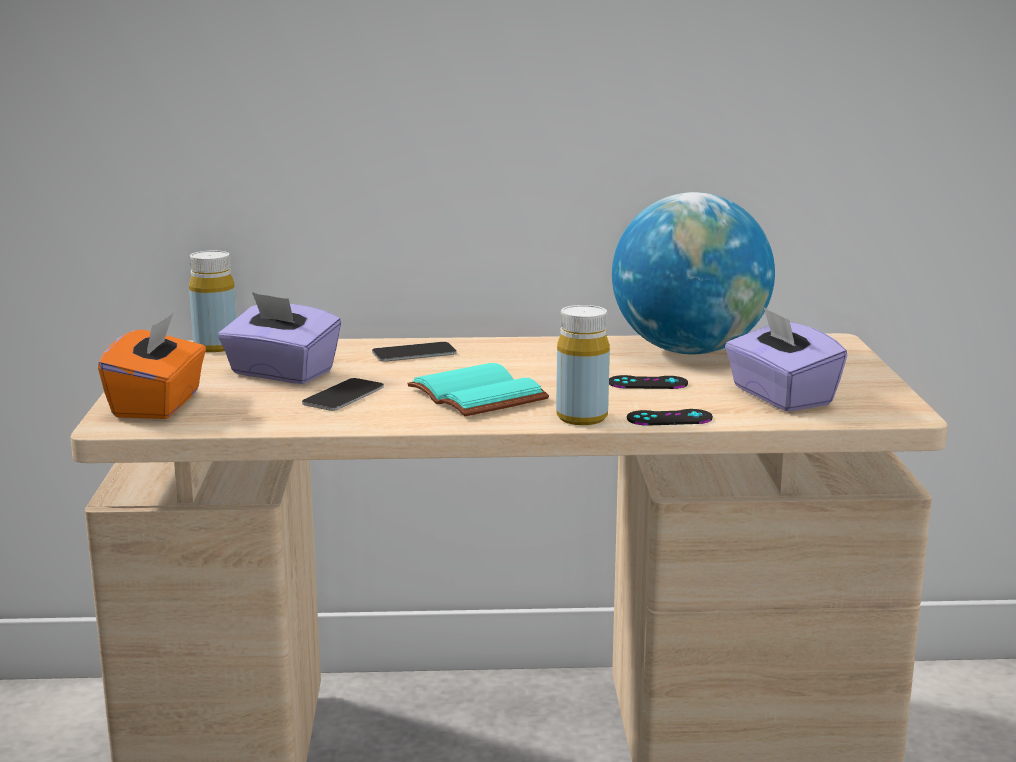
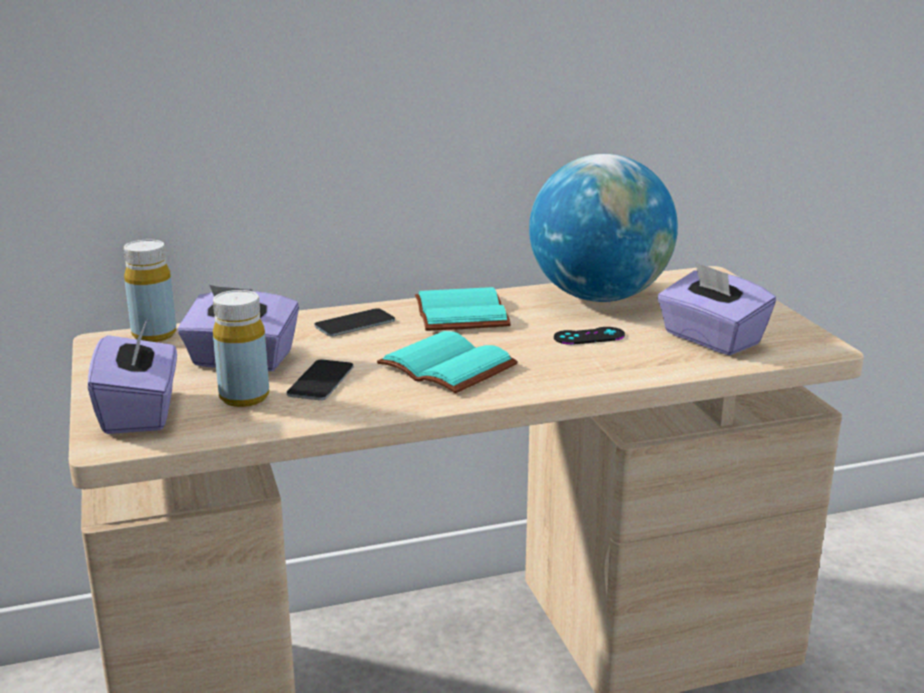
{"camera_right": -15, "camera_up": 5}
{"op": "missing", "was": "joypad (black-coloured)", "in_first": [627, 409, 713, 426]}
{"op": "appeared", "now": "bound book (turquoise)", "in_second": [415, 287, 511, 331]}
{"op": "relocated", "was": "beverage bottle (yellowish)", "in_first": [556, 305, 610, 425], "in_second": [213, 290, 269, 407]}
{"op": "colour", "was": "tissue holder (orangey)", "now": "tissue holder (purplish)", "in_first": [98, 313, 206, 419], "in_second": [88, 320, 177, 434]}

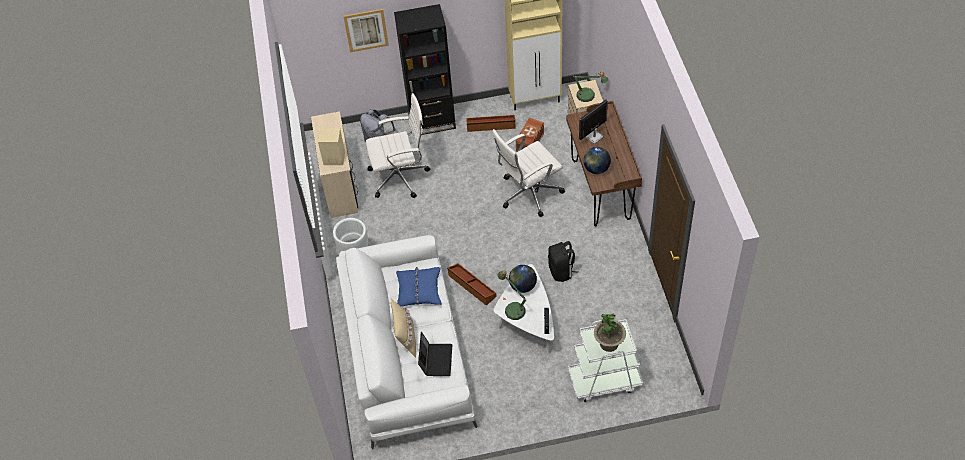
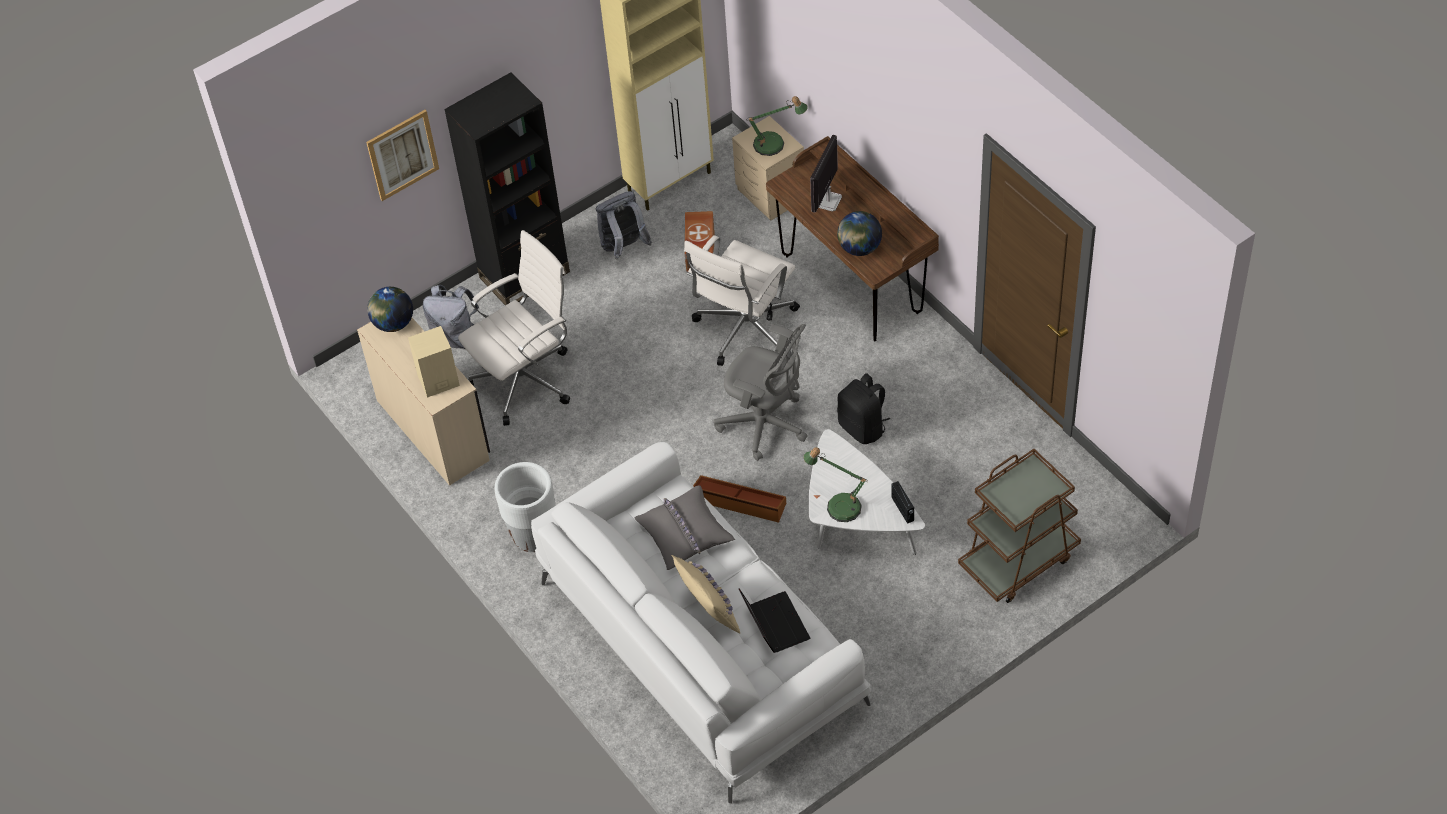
{"camera_right": -25, "camera_up": 0}
{"op": "missing", "was": "houseplant", "in_first": [594, 313, 626, 352]}
{"op": "appeared", "now": "computer chair (greyish)", "in_second": [714, 324, 807, 461]}
{"op": "relocated", "was": "world globe", "in_first": [509, 265, 537, 293], "in_second": [367, 287, 413, 332]}
{"op": "exchanged", "was": "storage box (brownish)", "now": "rucksack (greyish)", "in_first": [467, 115, 516, 132], "in_second": [596, 191, 652, 259]}
{"op": "colour", "was": "throw pillow (bluish)", "now": "throw pillow (greyish)", "in_first": [396, 267, 441, 306], "in_second": [635, 486, 735, 570]}
{"op": "colour", "was": "cart (whitish)", "now": "cart (brownish)", "in_first": [568, 319, 644, 402], "in_second": [958, 449, 1081, 603]}

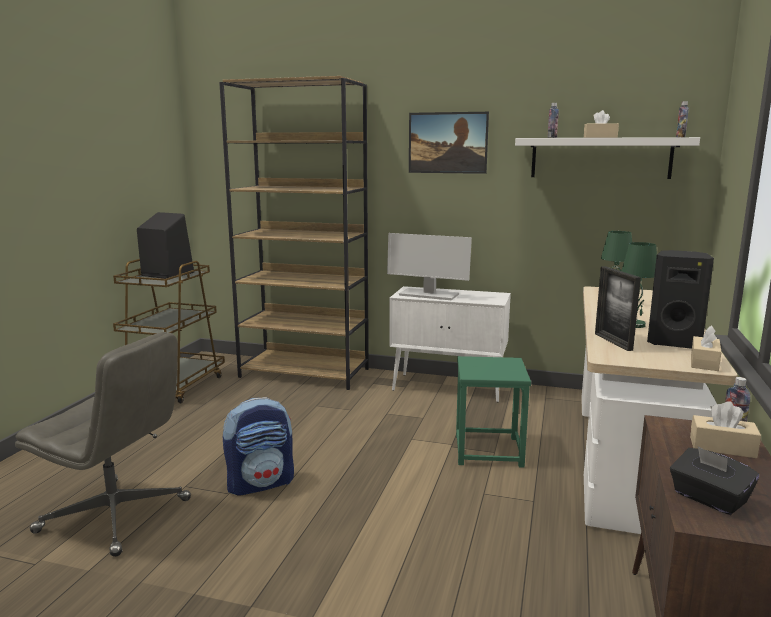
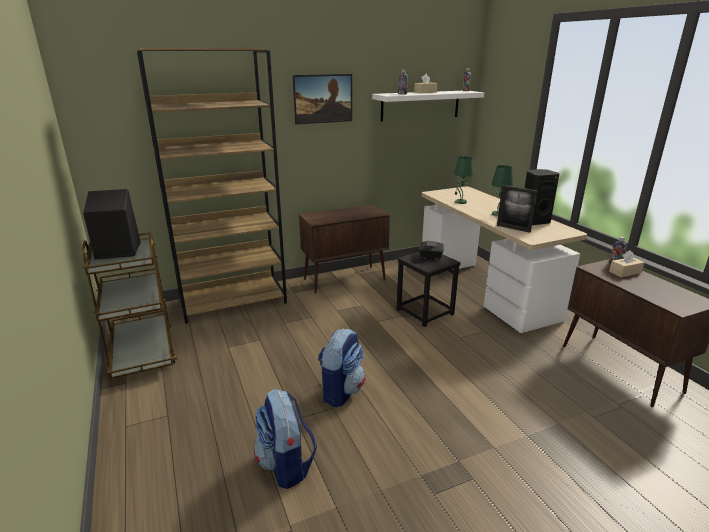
{"camera_right": -40, "camera_up": 10}
{"op": "missing", "was": "monitor", "in_first": [387, 233, 472, 300]}
{"op": "missing", "was": "tissue holder (beige-coloured)", "in_first": [691, 325, 721, 371]}
{"op": "relocated", "was": "tissue holder (black-coloured)", "in_first": [670, 447, 759, 515], "in_second": [419, 241, 444, 260]}
{"op": "exchanged", "was": "computer chair (greyish)", "now": "rucksack", "in_first": [15, 332, 191, 557], "in_second": [254, 389, 317, 489]}
{"op": "colour", "was": "storage cabinet (whitish)", "now": "storage cabinet (brownish)", "in_first": [389, 286, 511, 402], "in_second": [299, 205, 390, 294]}
{"op": "colour", "was": "stool (green-coloured)", "now": "stool (black-coloured)", "in_first": [456, 356, 531, 468], "in_second": [397, 252, 461, 327]}

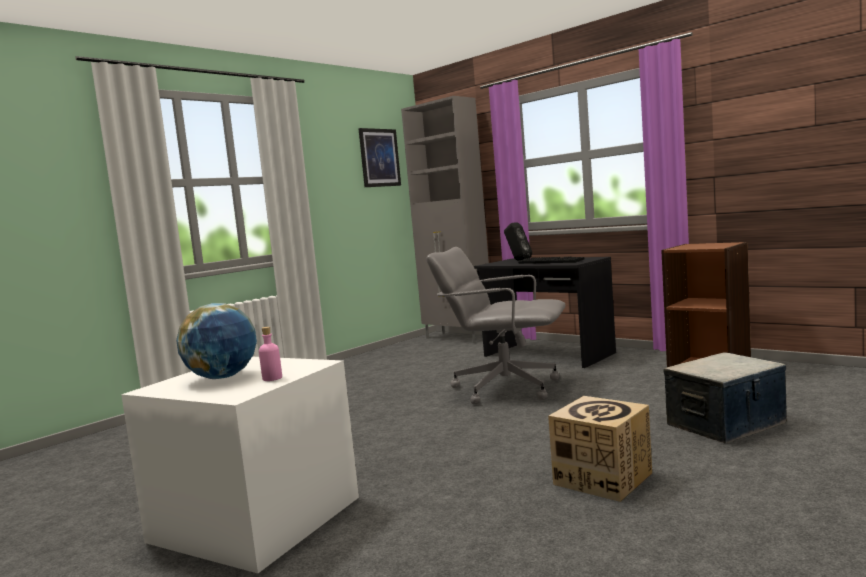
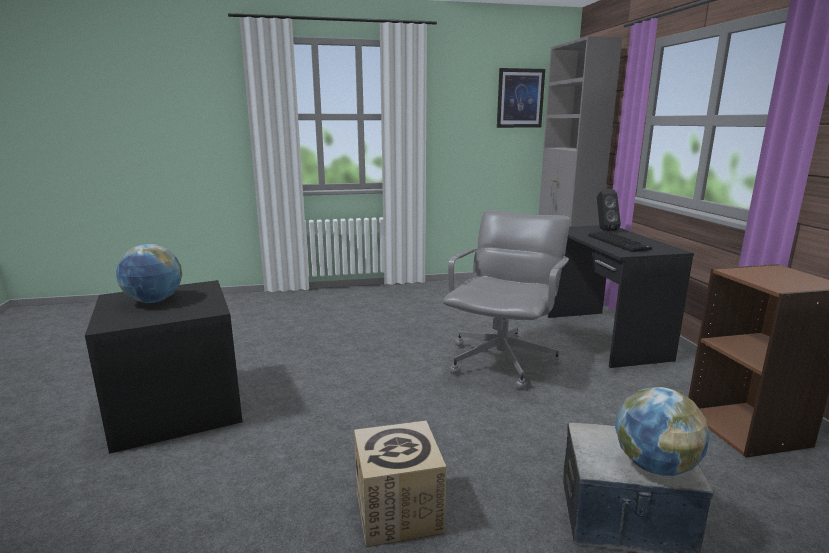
{"camera_right": 35, "camera_up": 10}
{"op": "missing", "was": "beverage bottle (pinkish)", "in_first": [259, 327, 282, 381]}
{"op": "appeared", "now": "world globe", "in_second": [615, 387, 710, 476]}
{"op": "colour", "was": "storage box (whitish)", "now": "storage box (black-coloured)", "in_first": [121, 357, 359, 573], "in_second": [85, 280, 243, 454]}
{"op": "spun", "was": "computer chair (greyish)", "in_first": [427, 247, 565, 405], "in_second": [442, 210, 570, 390], "clockwise": 60}

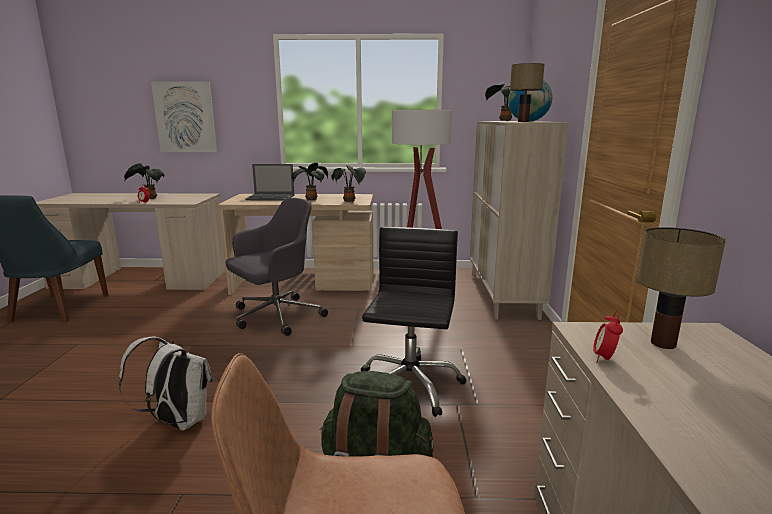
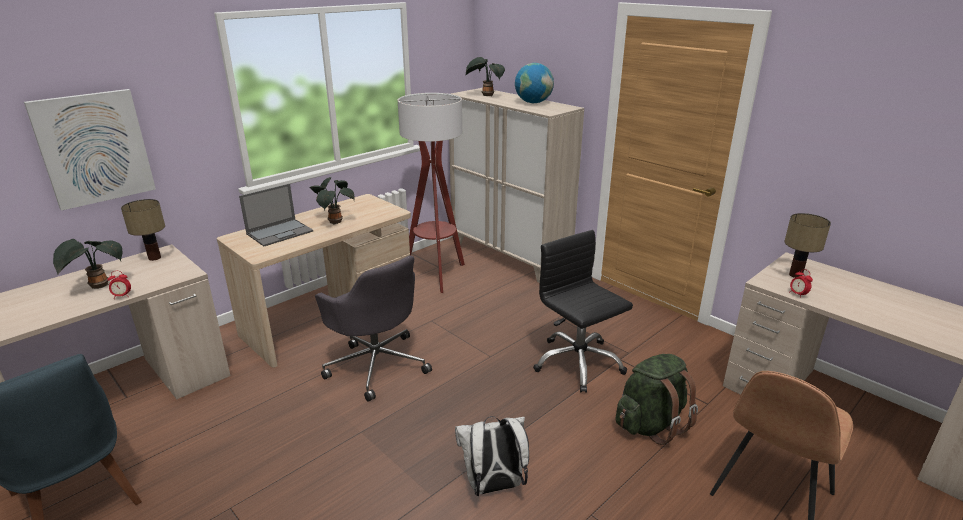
{"camera_right": -45, "camera_up": 10}
{"op": "missing", "was": "houseplant", "in_first": [331, 165, 366, 202]}
{"op": "relocated", "was": "lamp for a table", "in_first": [510, 63, 545, 122], "in_second": [121, 199, 165, 261]}
{"op": "spun", "was": "computer chair (greyish)", "in_first": [226, 198, 328, 336], "in_second": [315, 256, 432, 402], "clockwise": 135}

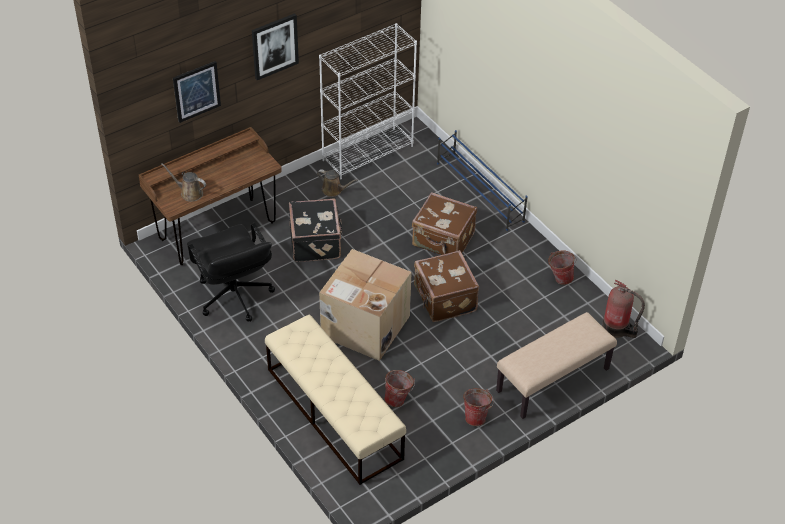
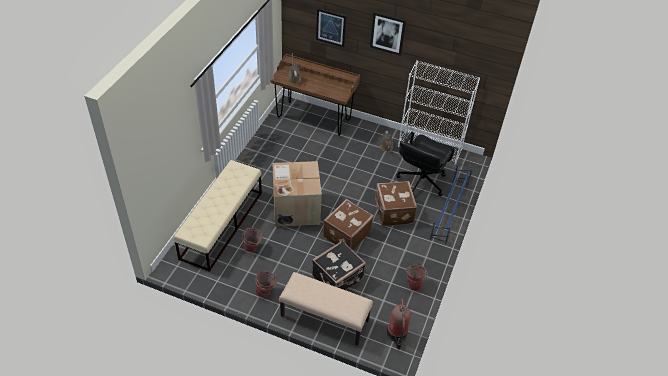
{"camera_right": 55, "camera_up": 0}
{"op": "relocated", "was": "computer chair (black-coloured)", "in_first": [187, 223, 275, 322], "in_second": [396, 132, 455, 196]}
{"op": "relocated", "was": "suitcase (black-coloured)", "in_first": [289, 198, 342, 262], "in_second": [312, 240, 366, 290]}

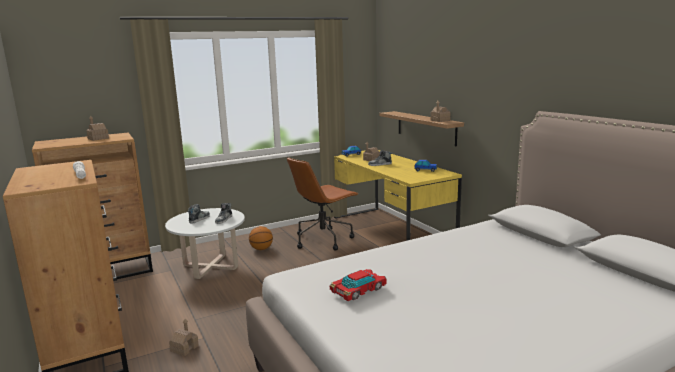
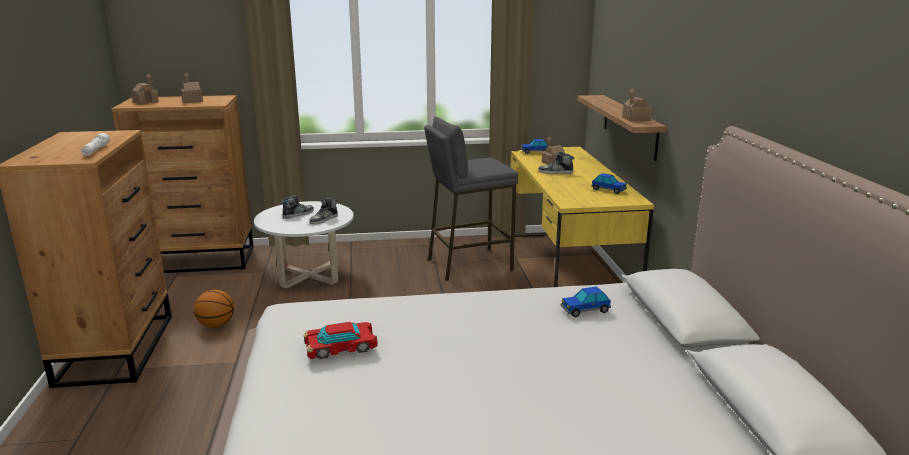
{"camera_right": 20, "camera_up": 5}
{"op": "appeared", "now": "model car", "in_second": [561, 286, 611, 317]}
{"op": "relocated", "was": "toy house", "in_first": [169, 319, 199, 356], "in_second": [132, 73, 159, 105]}
{"op": "relocated", "was": "basketball", "in_first": [249, 226, 273, 250], "in_second": [194, 290, 234, 328]}
{"op": "exchanged", "was": "computer chair (brownish)", "now": "stool (greyish)", "in_first": [287, 157, 358, 251], "in_second": [424, 117, 518, 281]}

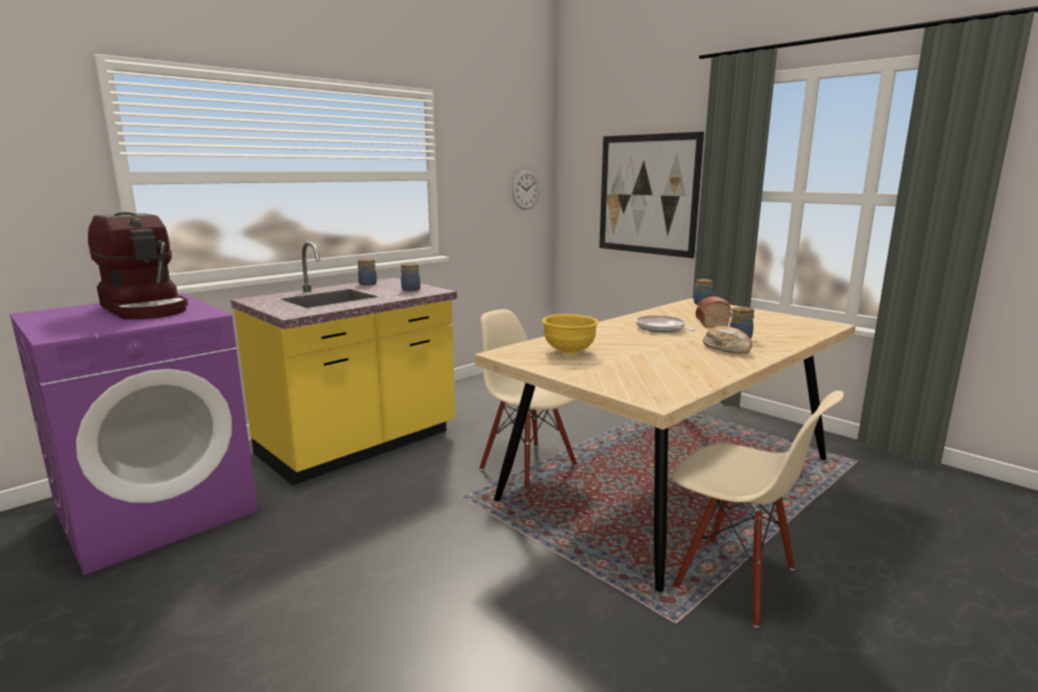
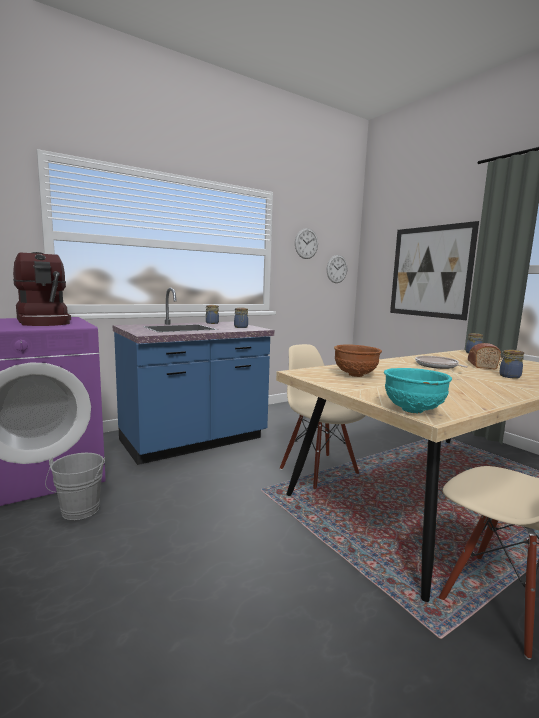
{"camera_right": 10, "camera_up": -5}
{"op": "missing", "was": "bread", "in_first": [703, 326, 752, 354]}
{"op": "appeared", "now": "water bucket (greyish)", "in_second": [45, 453, 105, 520]}
{"op": "appeared", "now": "clock on the wall", "in_second": [295, 228, 318, 259]}
{"op": "appeared", "now": "bowl (turquoise)", "in_second": [384, 368, 452, 413]}
{"op": "colour", "was": "kitchen counter (yellowish)", "now": "kitchen counter (bluish)", "in_first": [231, 242, 457, 485], "in_second": [112, 288, 274, 465]}
{"op": "colour", "was": "bowl (yellowish)", "now": "bowl (brownish)", "in_first": [542, 314, 599, 354], "in_second": [334, 345, 382, 377]}

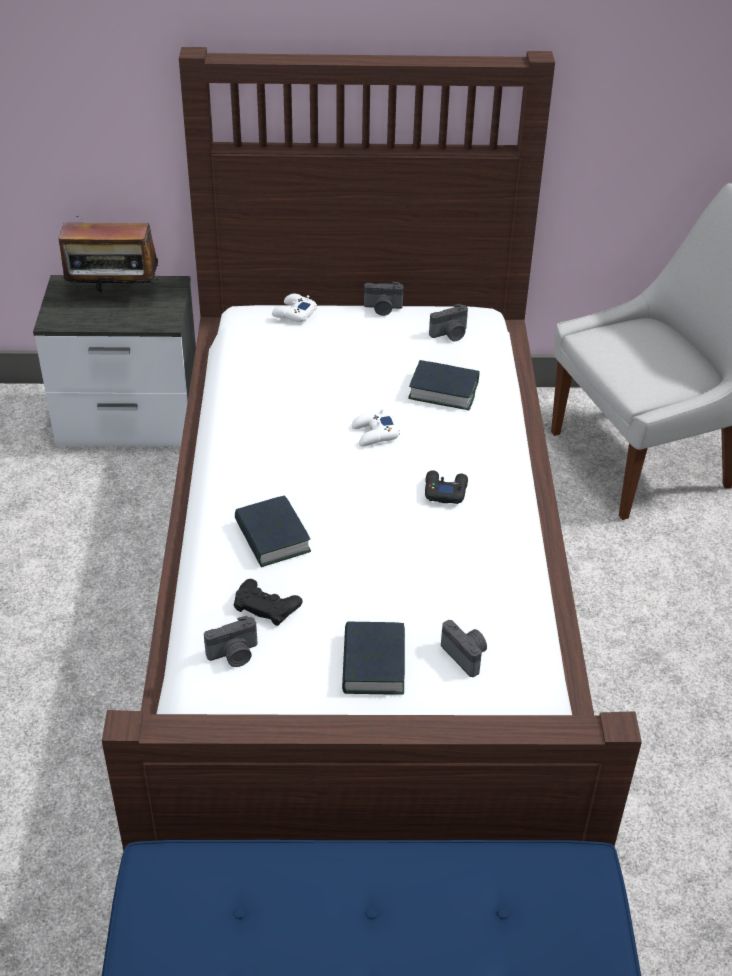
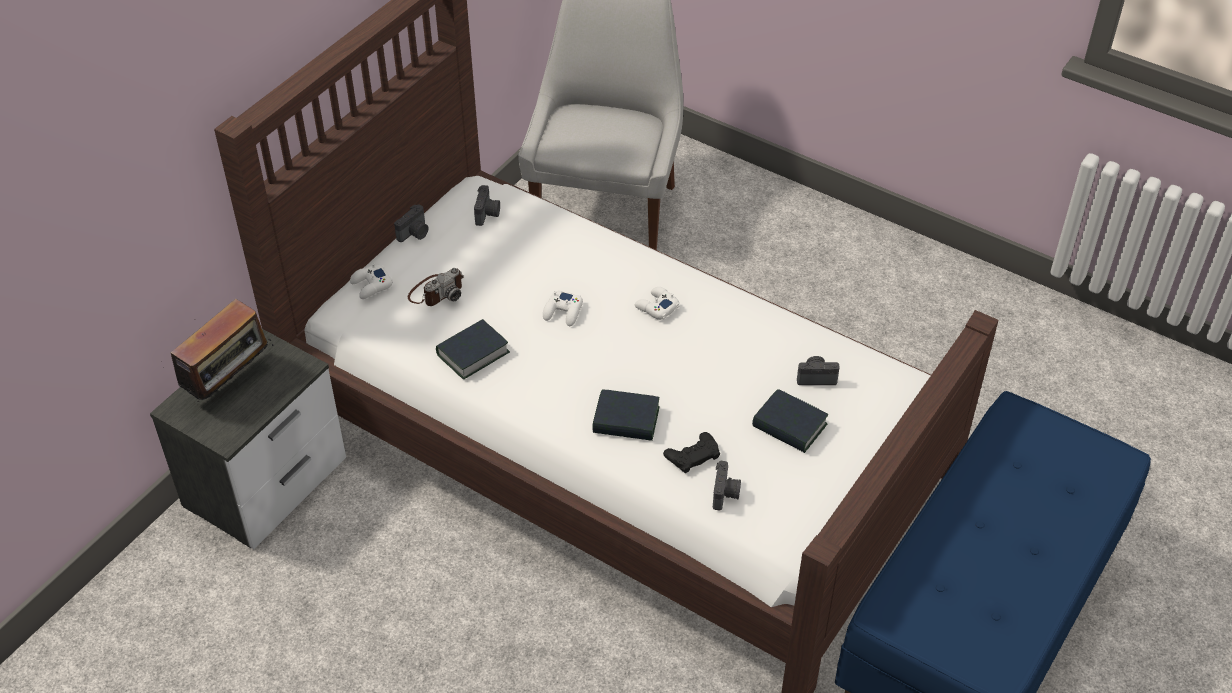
{"camera_right": -55, "camera_up": 5}
{"op": "appeared", "now": "still camera", "in_second": [408, 268, 464, 306]}
{"op": "relocated", "was": "bound book", "in_first": [408, 360, 480, 410], "in_second": [436, 319, 510, 379]}
{"op": "colour", "was": "joypad (black-coloured)", "now": "joypad (whitish)", "in_first": [425, 470, 468, 504], "in_second": [635, 287, 679, 320]}

